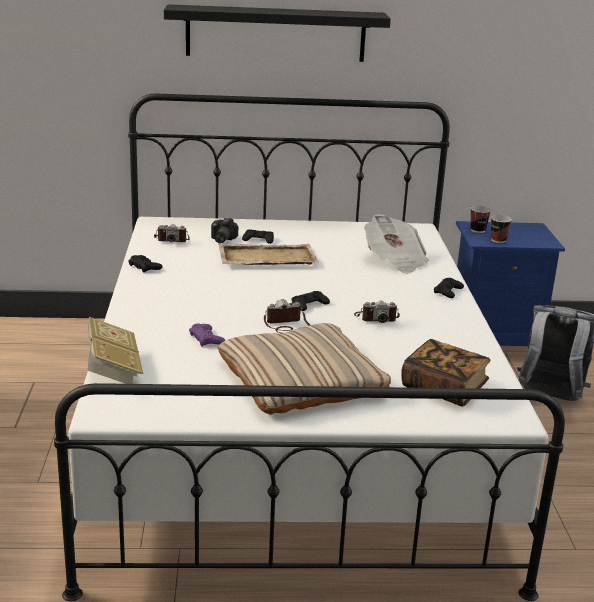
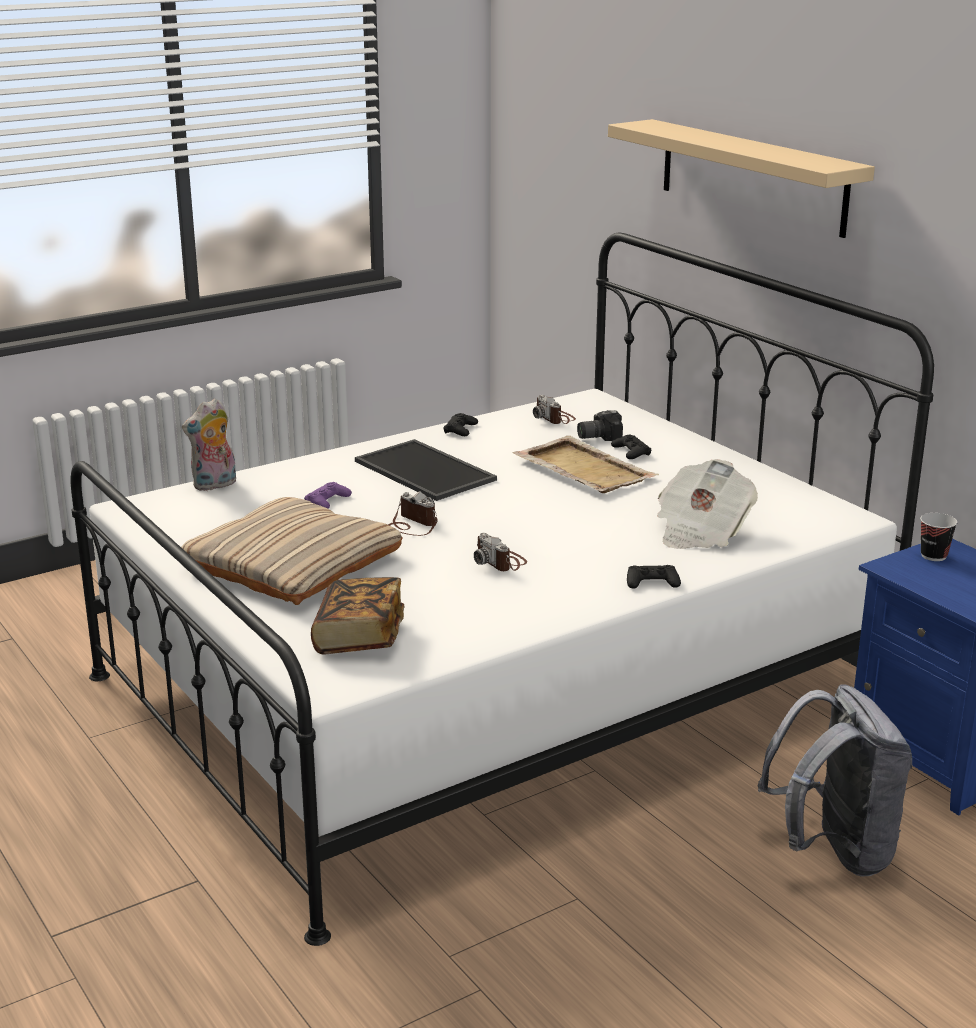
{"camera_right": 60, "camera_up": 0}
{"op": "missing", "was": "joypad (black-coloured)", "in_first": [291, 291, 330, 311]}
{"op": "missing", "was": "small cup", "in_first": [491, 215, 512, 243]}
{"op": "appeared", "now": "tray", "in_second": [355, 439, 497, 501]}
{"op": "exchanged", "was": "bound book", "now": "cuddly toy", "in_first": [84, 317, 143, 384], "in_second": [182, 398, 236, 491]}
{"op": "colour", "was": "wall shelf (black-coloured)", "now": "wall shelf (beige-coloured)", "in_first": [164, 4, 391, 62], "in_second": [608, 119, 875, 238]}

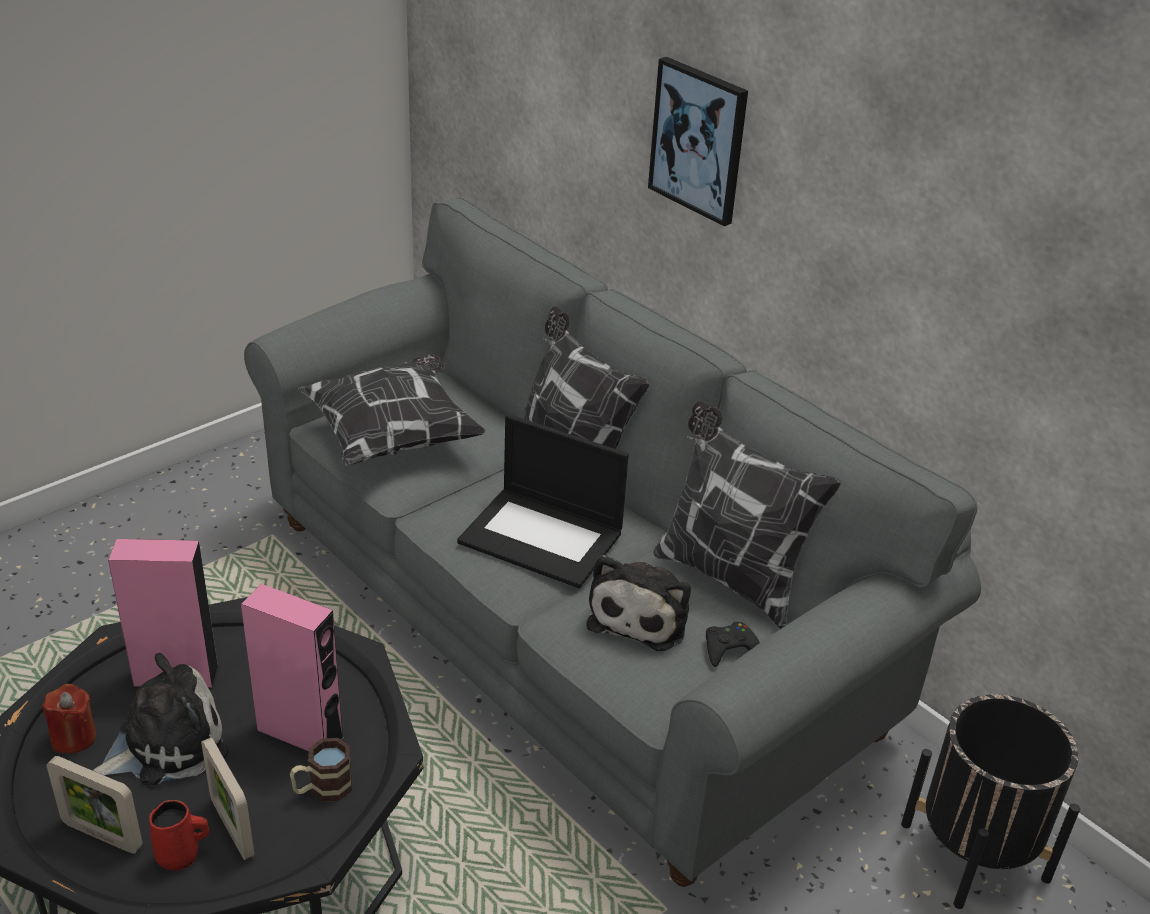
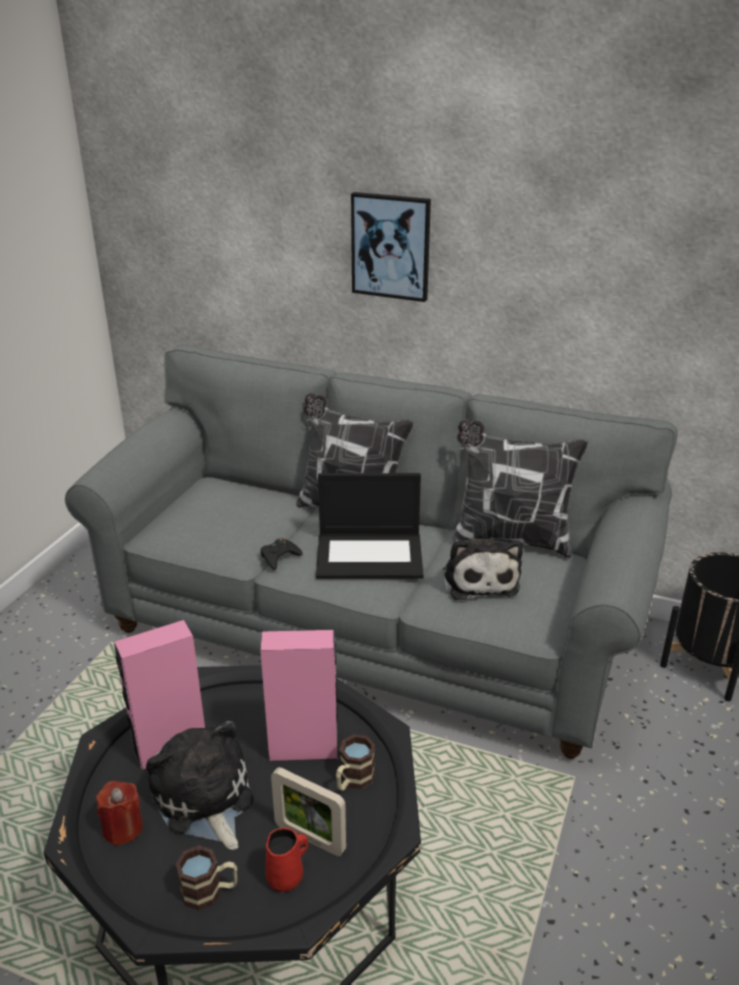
{"camera_right": -25, "camera_up": -5}
{"op": "missing", "was": "throw pillow", "in_first": [298, 353, 487, 466]}
{"op": "relocated", "was": "joypad (black-coloured)", "in_first": [706, 622, 760, 667], "in_second": [260, 538, 302, 570]}
{"op": "exchanged", "was": "picture frame", "now": "mug", "in_first": [47, 756, 143, 854], "in_second": [176, 845, 237, 910]}
{"op": "spun", "was": "cuddly toy", "in_first": [93, 653, 229, 786], "in_second": [146, 720, 254, 850], "clockwise": -60}

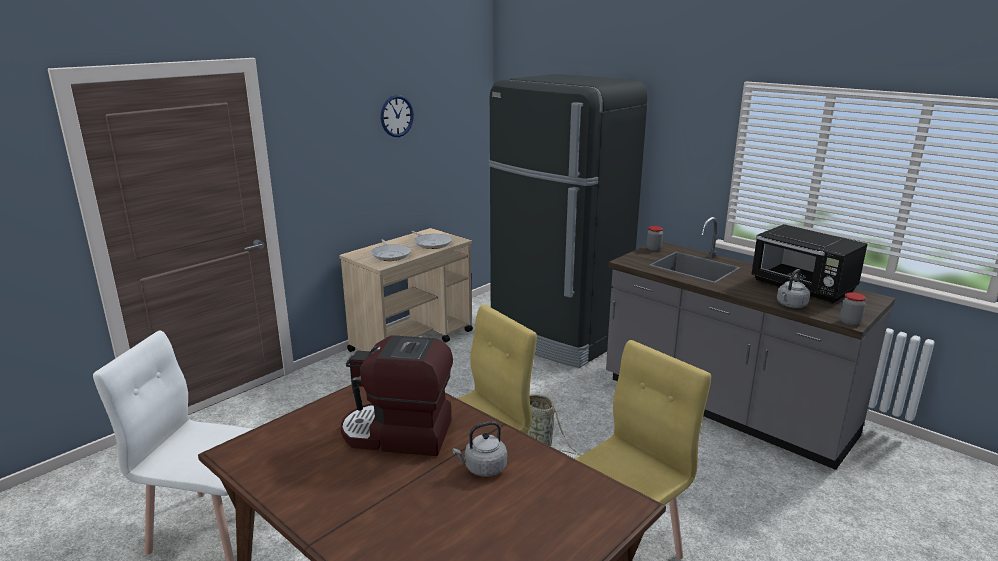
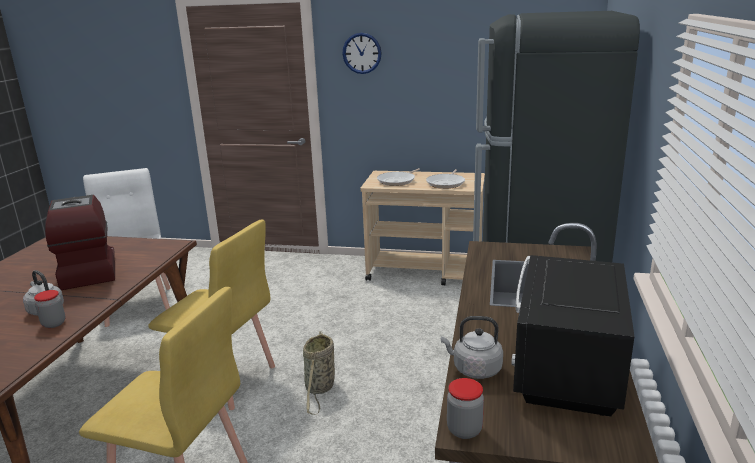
{"camera_right": 60, "camera_up": 0}
{"op": "relocated", "was": "clock on the wall", "in_first": [381, 95, 414, 137], "in_second": [342, 33, 382, 74]}
{"op": "relocated", "was": "jar", "in_first": [646, 226, 663, 251], "in_second": [34, 290, 66, 328]}

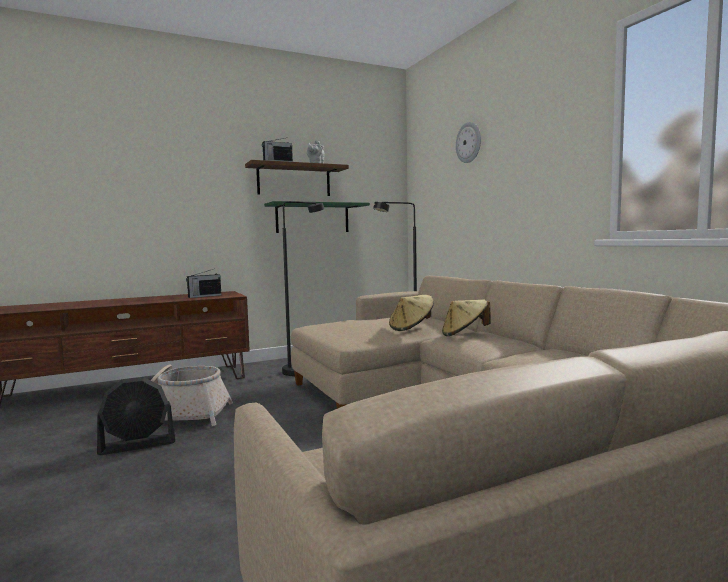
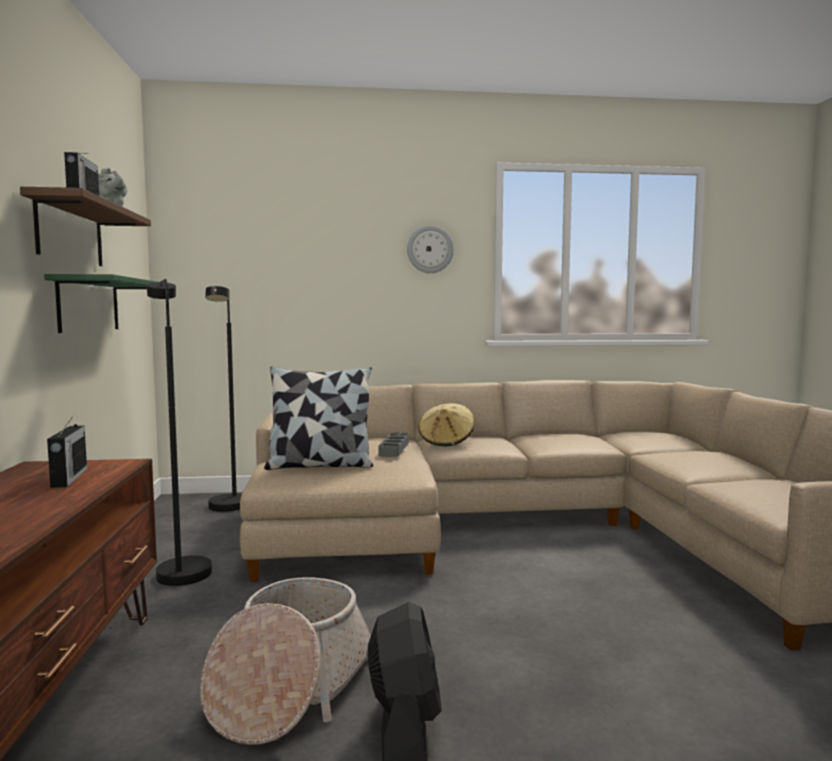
{"camera_right": -70, "camera_up": 0}
{"op": "appeared", "now": "throw pillow", "in_second": [264, 366, 373, 470]}
{"op": "relocated", "was": "clock on the wall", "in_first": [456, 122, 481, 163], "in_second": [407, 226, 454, 273]}
{"op": "exchanged", "was": "hat (beige-coloured)", "now": "tray (greyish)", "in_first": [389, 295, 434, 331], "in_second": [379, 432, 409, 457]}

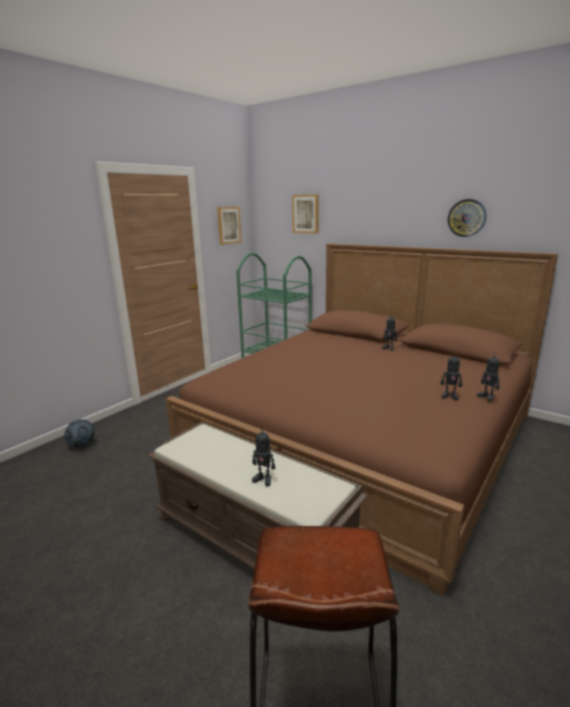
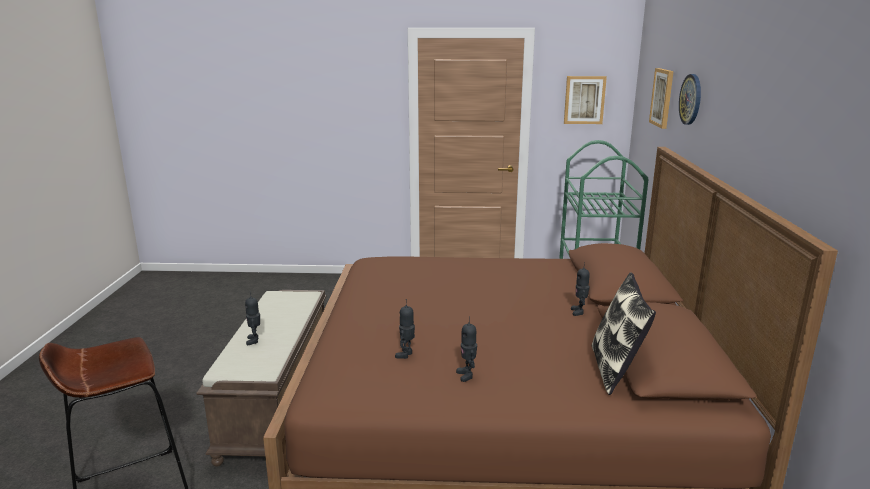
{"camera_right": 55, "camera_up": 0}
{"op": "missing", "was": "ball for football", "in_first": [64, 419, 95, 448]}
{"op": "appeared", "now": "throw pillow", "in_second": [592, 272, 656, 395]}
{"op": "relocated", "was": "clock on the wall", "in_first": [448, 199, 486, 237], "in_second": [679, 74, 701, 125]}
{"op": "relocated", "was": "model robot", "in_first": [477, 353, 499, 402], "in_second": [395, 299, 415, 359]}

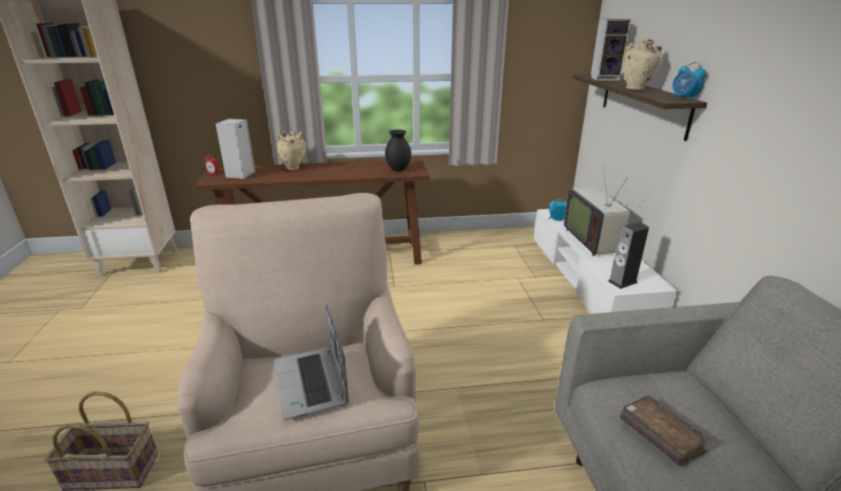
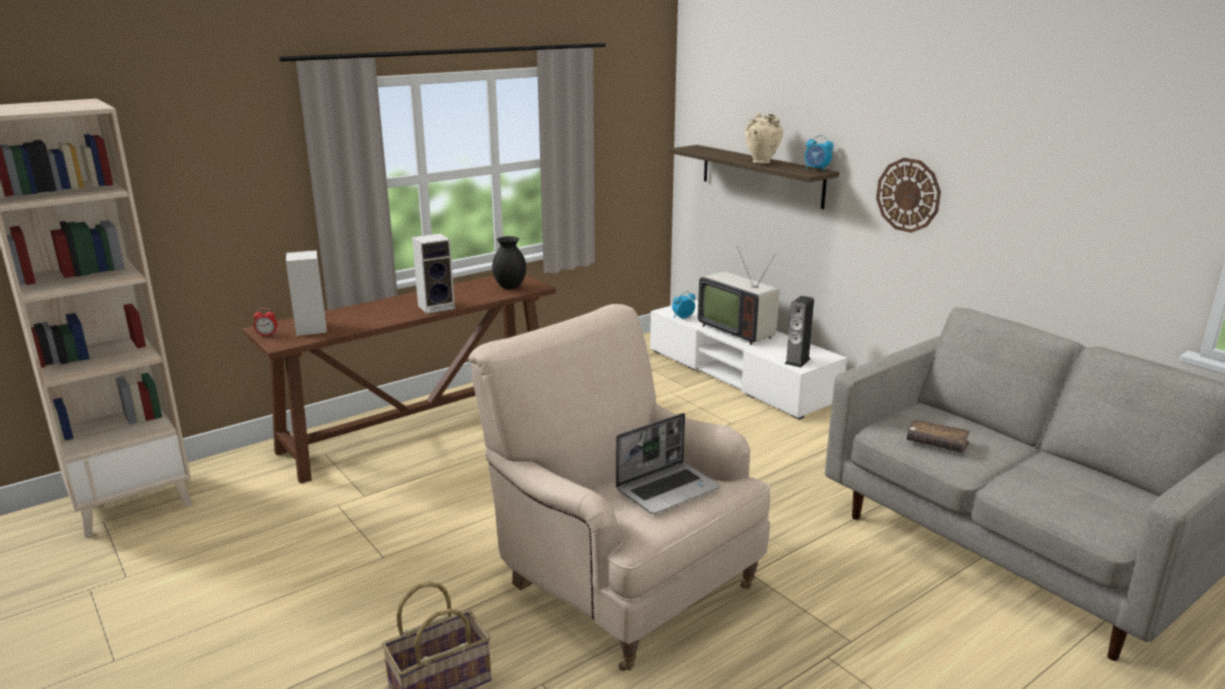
{"camera_right": -30, "camera_up": -5}
{"op": "missing", "was": "vase (beige-coloured)", "in_first": [275, 131, 307, 170]}
{"op": "appeared", "now": "clock on the wall", "in_second": [876, 158, 941, 233]}
{"op": "relocated", "was": "speaker", "in_first": [591, 19, 631, 81], "in_second": [412, 233, 455, 314]}
{"op": "spun", "was": "portable computer", "in_first": [274, 304, 349, 420], "in_second": [616, 413, 720, 514], "clockwise": -75}

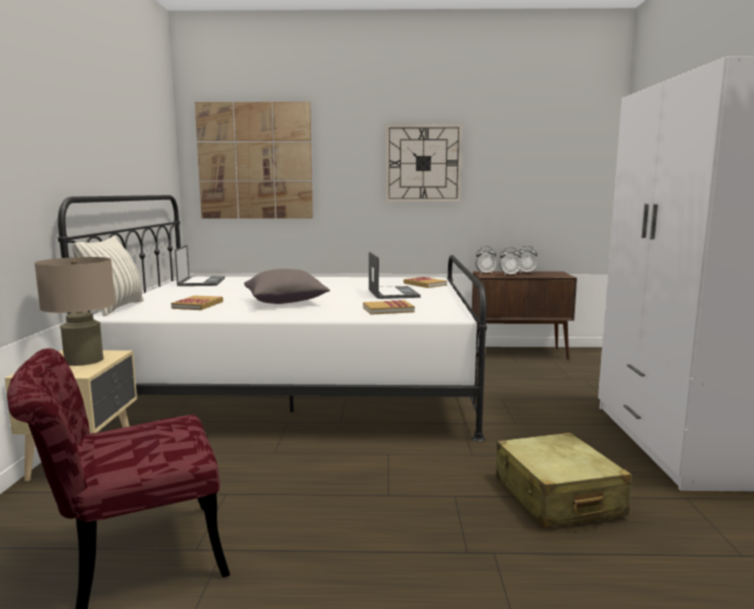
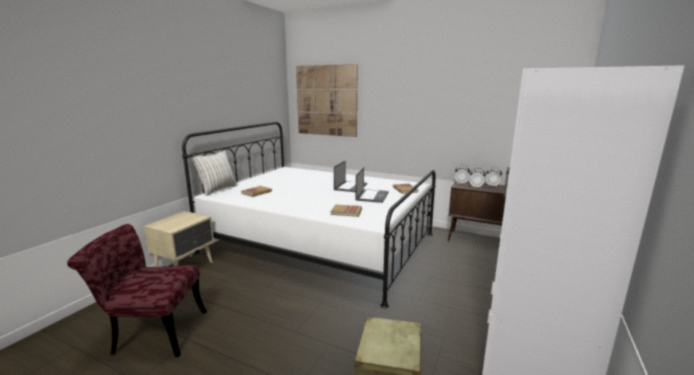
{"camera_right": 25, "camera_up": 5}
{"op": "missing", "was": "lamp for a table (beige-coloured)", "in_first": [34, 257, 115, 366]}
{"op": "missing", "was": "throw pillow (greyish)", "in_first": [244, 269, 330, 304]}
{"op": "missing", "was": "clock on the wall", "in_first": [386, 124, 462, 202]}
{"op": "relocated", "was": "portable computer", "in_first": [175, 245, 225, 286], "in_second": [334, 161, 367, 192]}

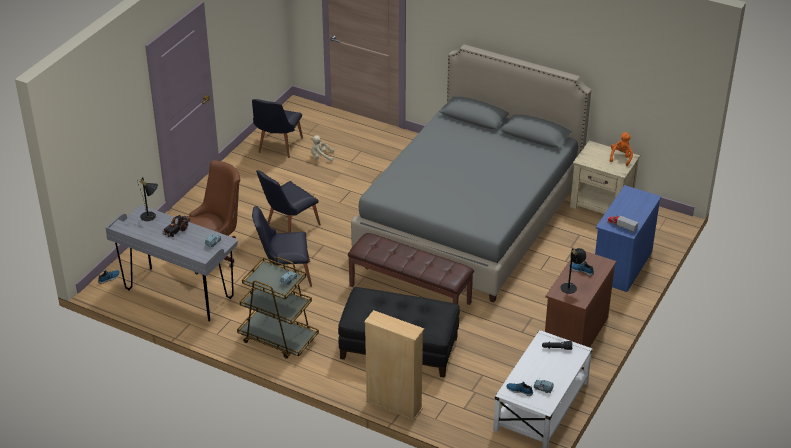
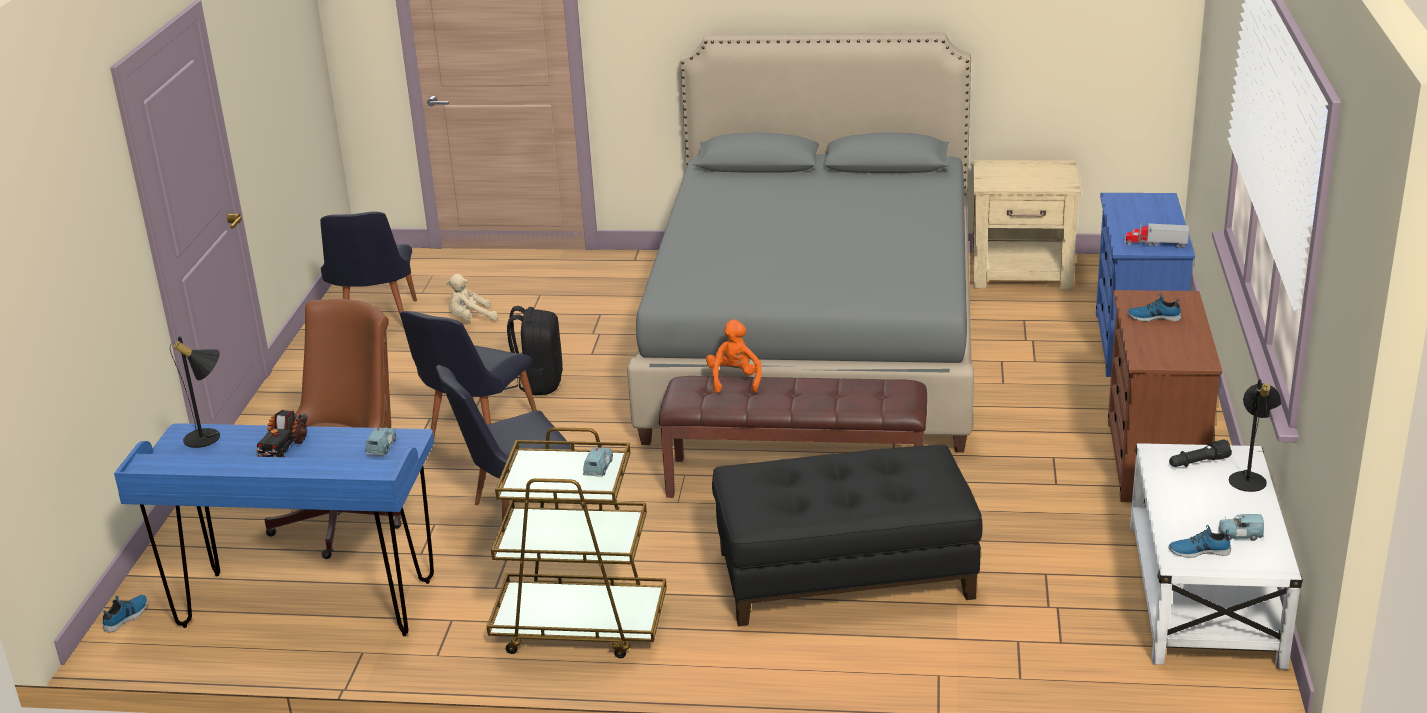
{"camera_right": -20, "camera_up": -10}
{"op": "missing", "was": "shelving unit (beige-coloured)", "in_first": [364, 310, 424, 420]}
{"op": "appeared", "now": "rucksack (black-coloured)", "in_second": [504, 306, 563, 395]}
{"op": "relocated", "was": "lamp for a table (black-coloured)", "in_first": [560, 248, 586, 294], "in_second": [1229, 379, 1281, 492]}
{"op": "relocated", "was": "cuddly toy (orangey)", "in_first": [610, 132, 633, 166], "in_second": [706, 320, 762, 393]}
{"op": "colour", "was": "desk table (greyish)", "now": "desk table (bluish)", "in_first": [106, 205, 238, 321], "in_second": [114, 423, 434, 636]}

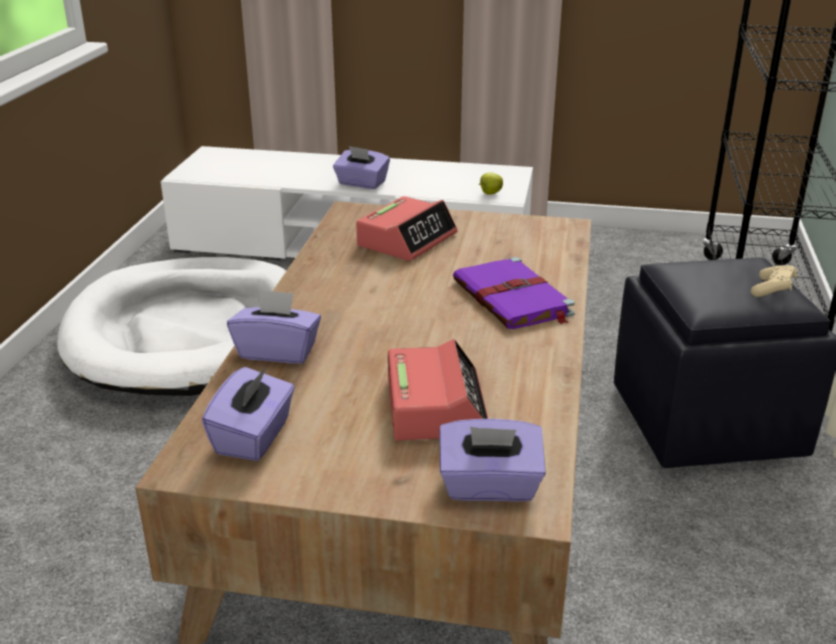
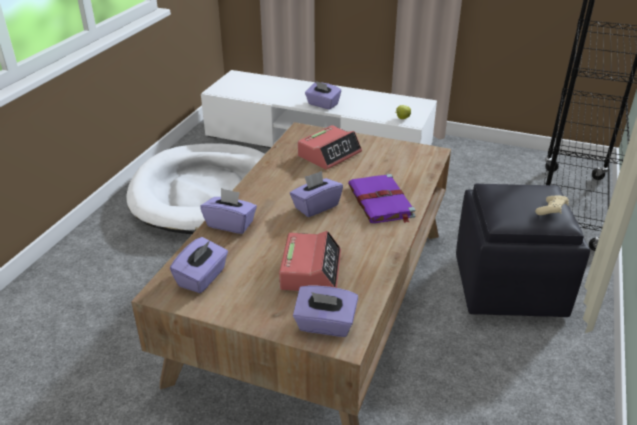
{"camera_right": 10, "camera_up": 5}
{"op": "appeared", "now": "tissue holder (purplish)", "in_second": [290, 171, 343, 217]}

